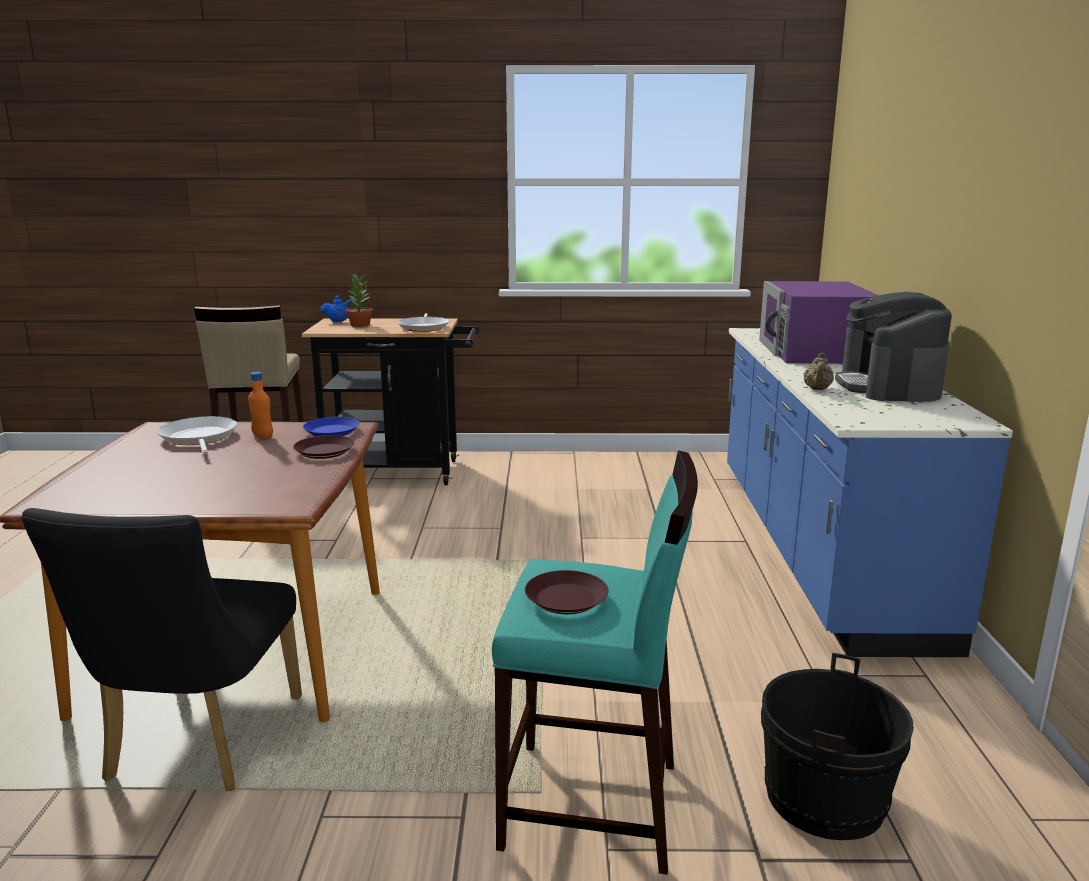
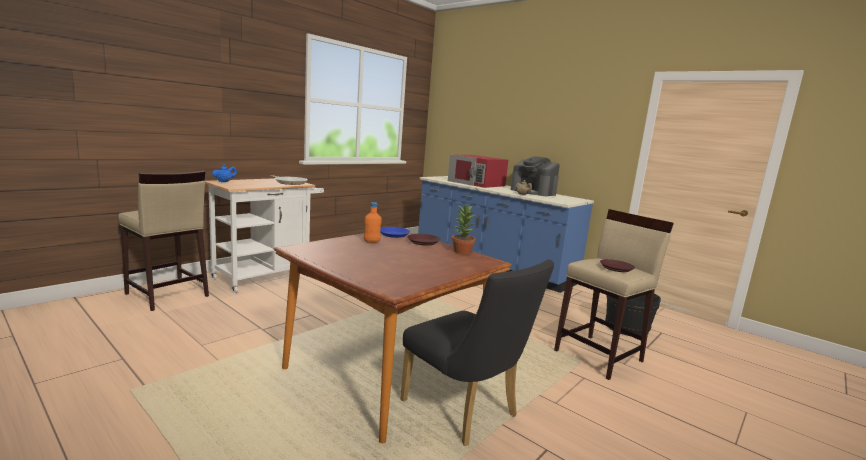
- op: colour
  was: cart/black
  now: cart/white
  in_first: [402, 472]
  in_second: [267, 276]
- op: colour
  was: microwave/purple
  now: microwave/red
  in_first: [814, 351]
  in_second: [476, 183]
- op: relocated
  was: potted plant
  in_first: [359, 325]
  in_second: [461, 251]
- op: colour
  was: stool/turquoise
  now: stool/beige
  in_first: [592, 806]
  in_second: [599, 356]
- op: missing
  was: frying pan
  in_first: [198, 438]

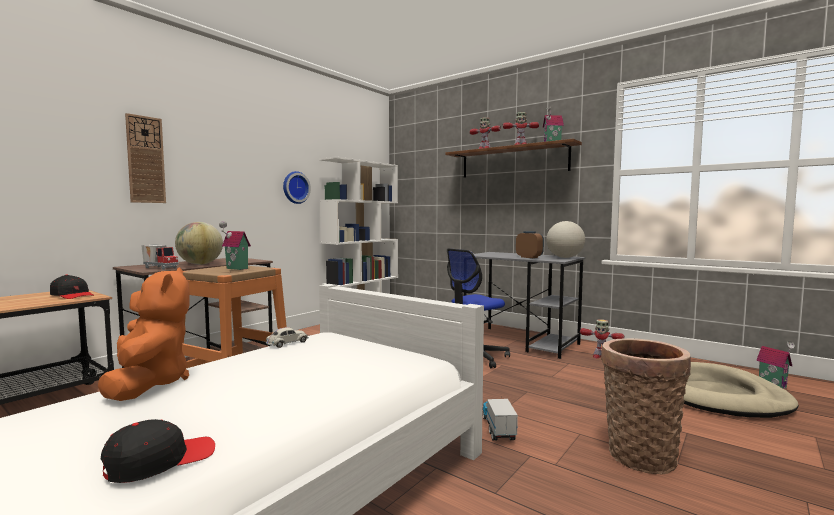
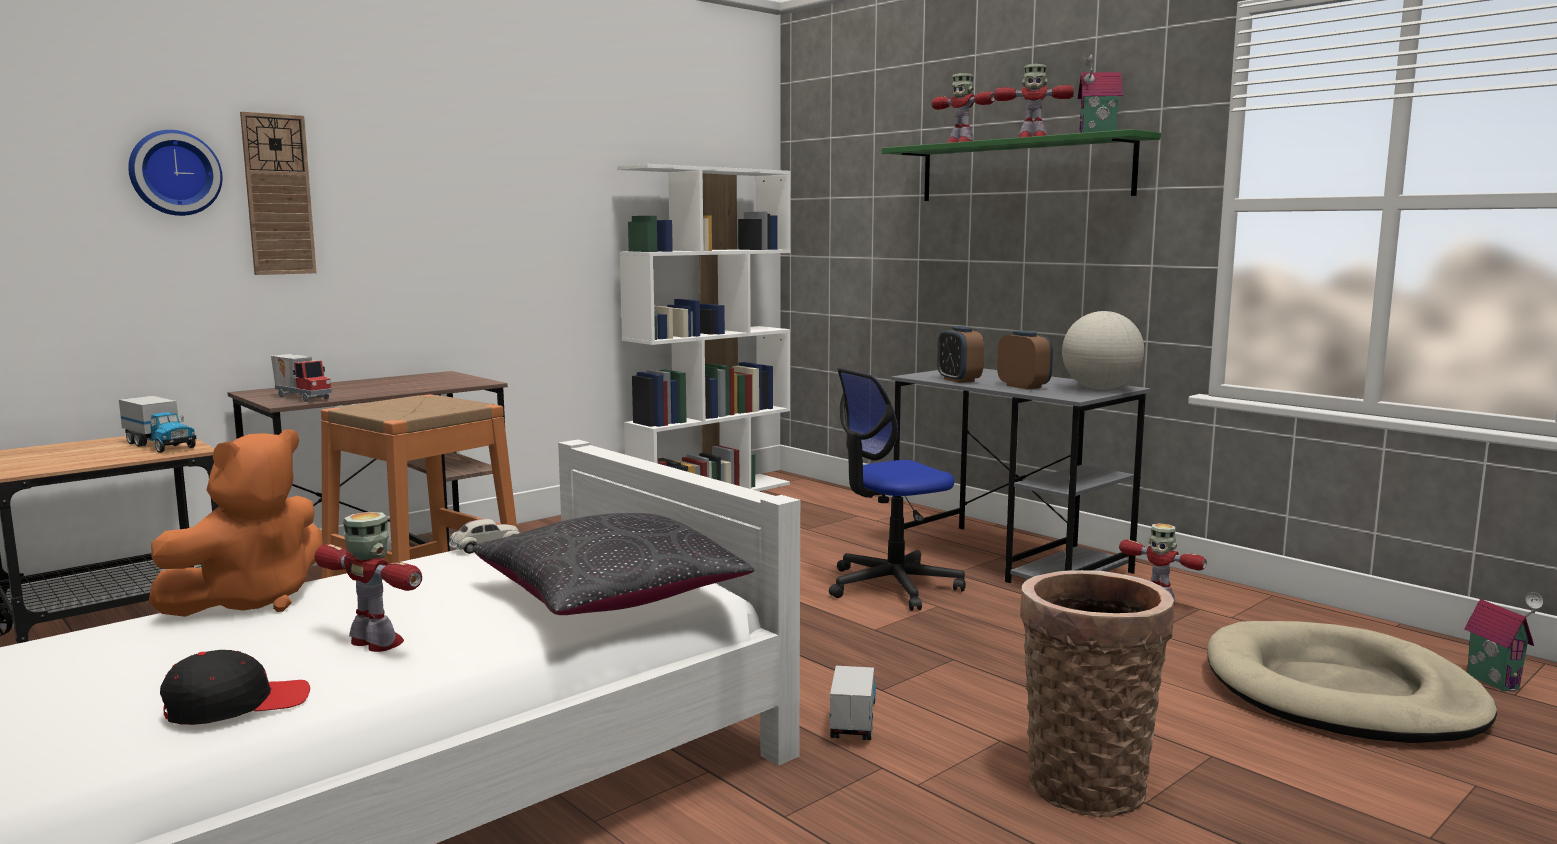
- op: exchanged
  was: cap/black
  now: toy truck
  in_first: [72, 295]
  in_second: [160, 445]
- op: relocated
  was: wall clock
  in_first: [295, 187]
  in_second: [174, 173]
- op: spun
  was: plush toy/orange
  in_first: [148, 384]
  in_second: [251, 601]
  clockwise: 45
- op: appeared
  now: toy robot
  in_second: [376, 643]
- op: appeared
  now: pillow/black
  in_second: [610, 596]
- op: colour
  was: shelf/brown
  now: shelf/green
  in_first: [513, 161]
  in_second: [1023, 170]
- op: appeared
  now: alarm clock
  in_second: [959, 380]
- op: missing
  was: globe
  in_first: [200, 264]
- op: missing
  was: toy house
  in_first: [235, 268]

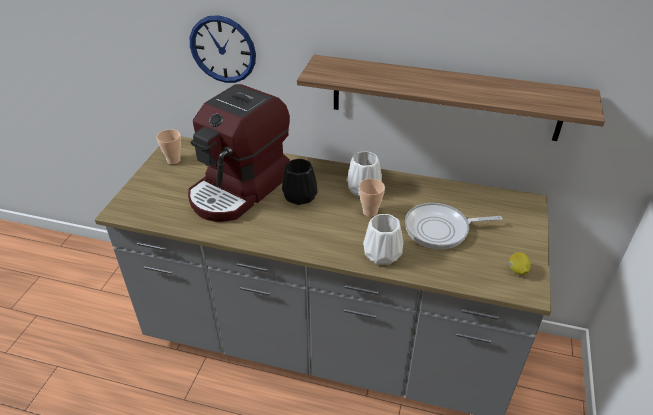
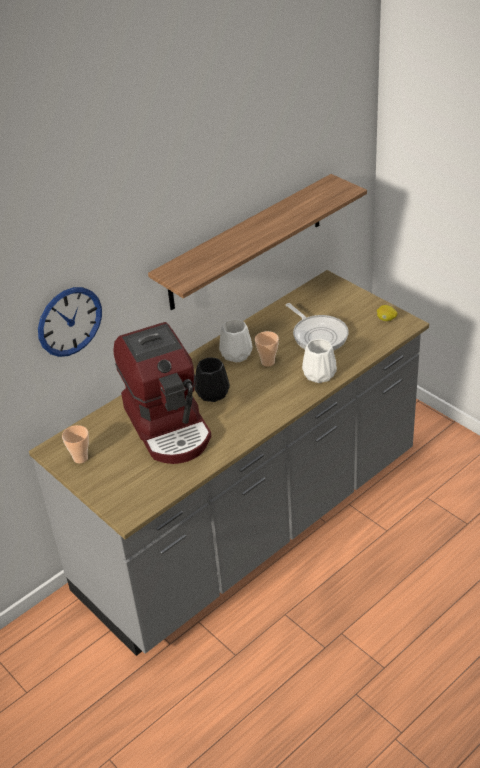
- op: spun
  was: frying pan
  in_first: [440, 229]
  in_second: [318, 335]
  clockwise: -60

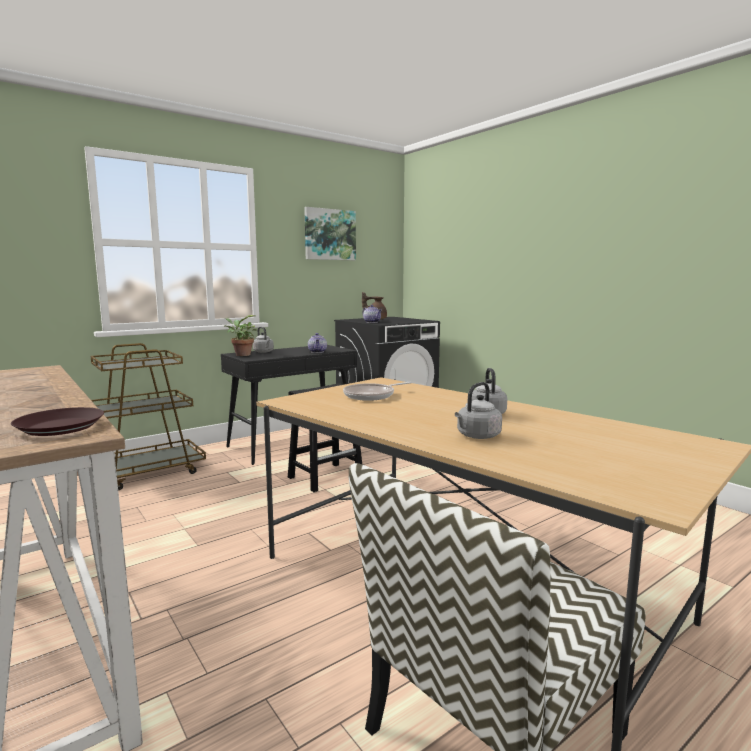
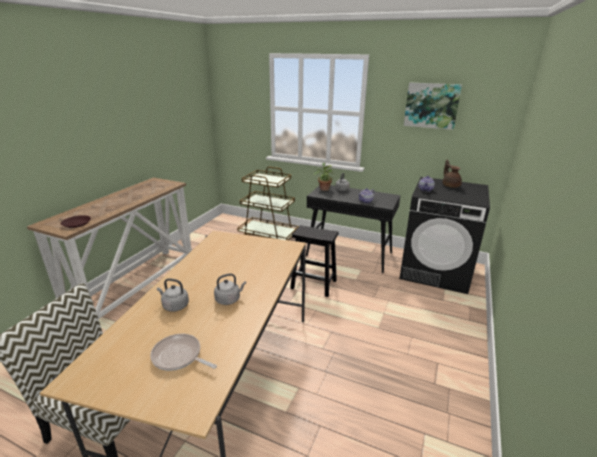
- op: relocated
  was: frying pan
  in_first: [372, 396]
  in_second: [179, 356]

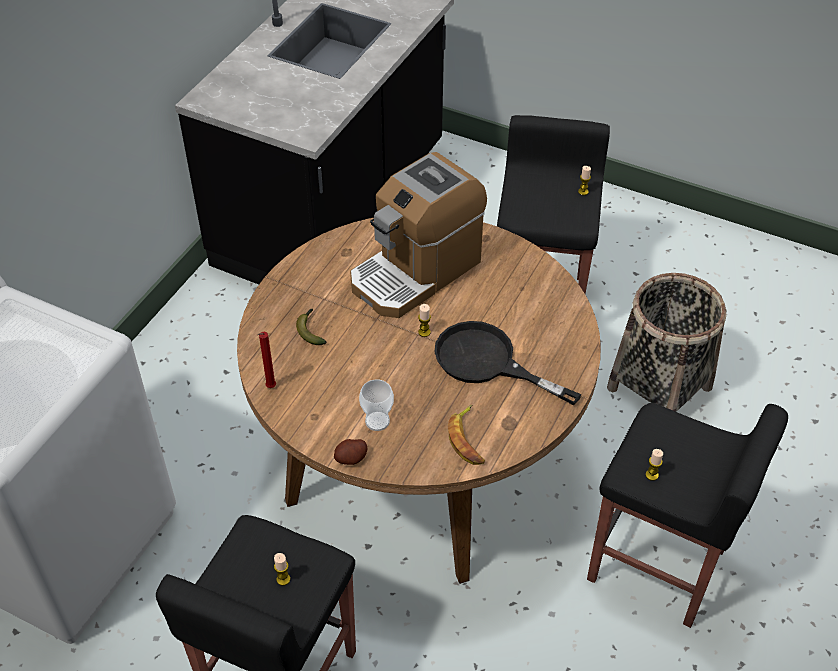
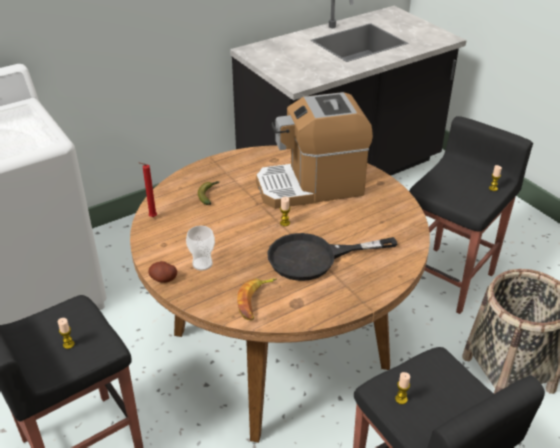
- op: spun
  was: frying pan/black
  in_first: [487, 362]
  in_second: [314, 258]
  clockwise: -75

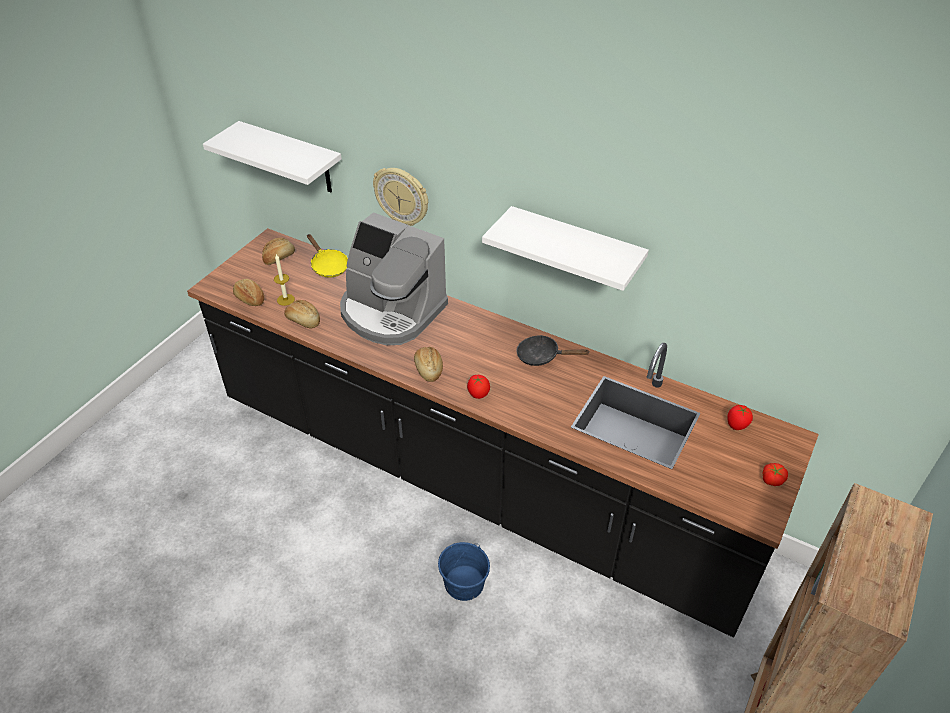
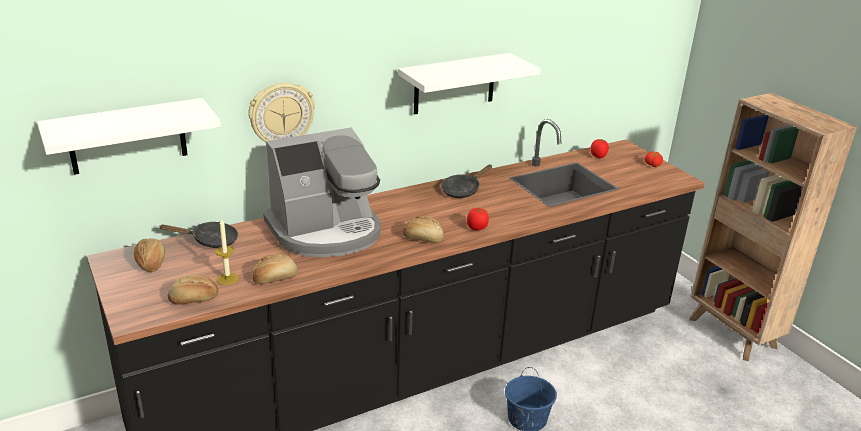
- op: colour
  was: frying pan/yellow
  now: frying pan/black
  in_first: [328, 266]
  in_second: [210, 241]

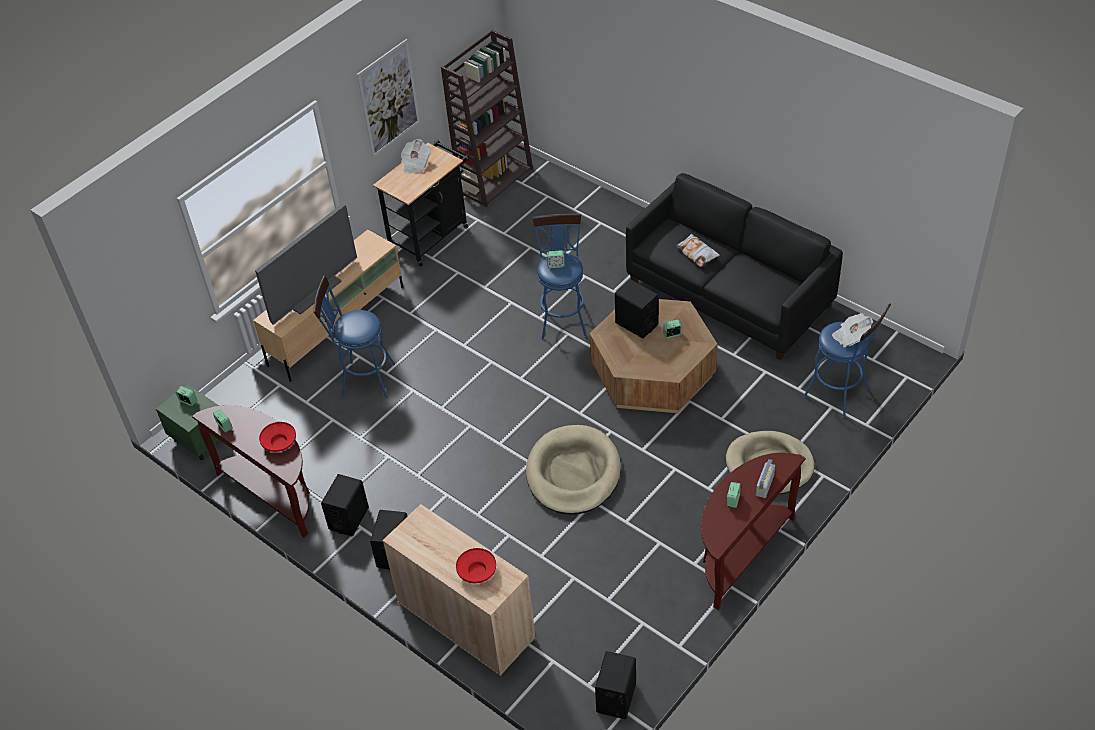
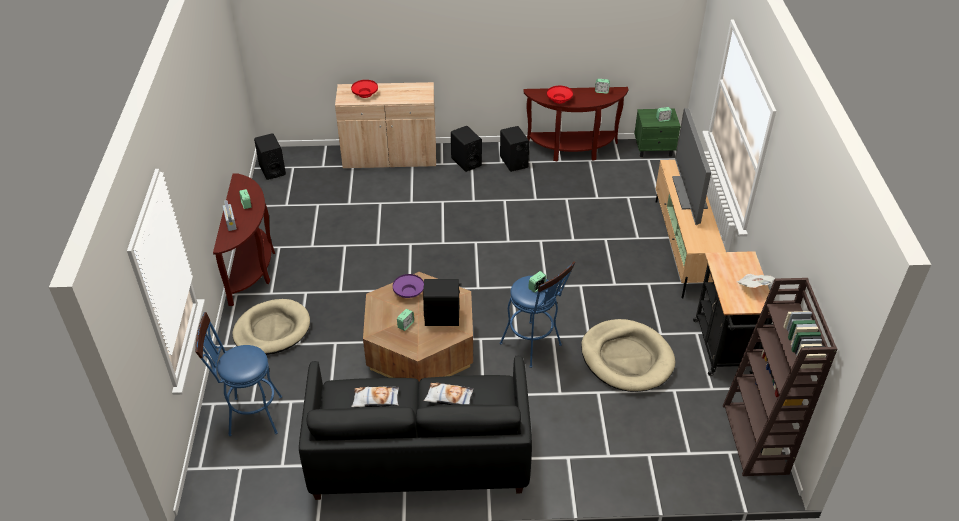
- op: appeared
  now: pillow
  in_second: [376, 400]
- op: appeared
  now: bowl/purple
  in_second: [409, 292]
- op: relocated
  was: dog bed/beige
  in_first: [573, 473]
  in_second: [626, 358]
- op: missing
  was: stool/blue
  in_first: [363, 379]
- op: missing
  was: picture
  in_first: [389, 98]
- op: missing
  was: newspaper
  in_first: [851, 337]

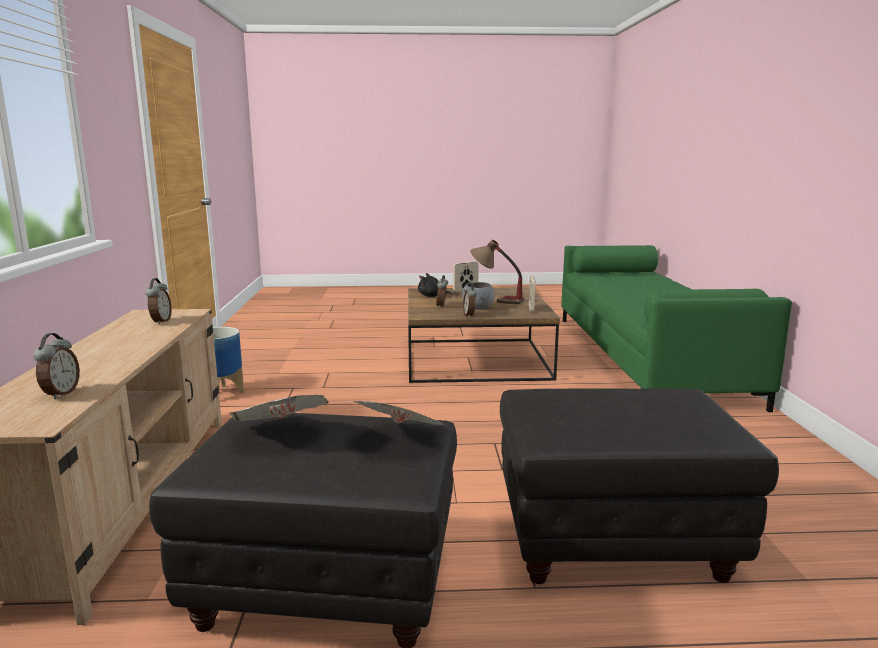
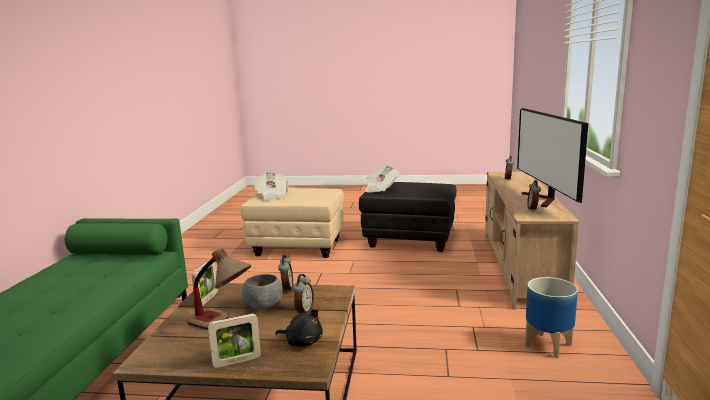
- op: colour
  was: ottoman/black
  now: ottoman/beige
  in_first: [613, 542]
  in_second: [297, 247]
- op: relocated
  was: newspaper
  in_first: [281, 434]
  in_second: [272, 195]
- op: appeared
  now: television
  in_second: [544, 200]

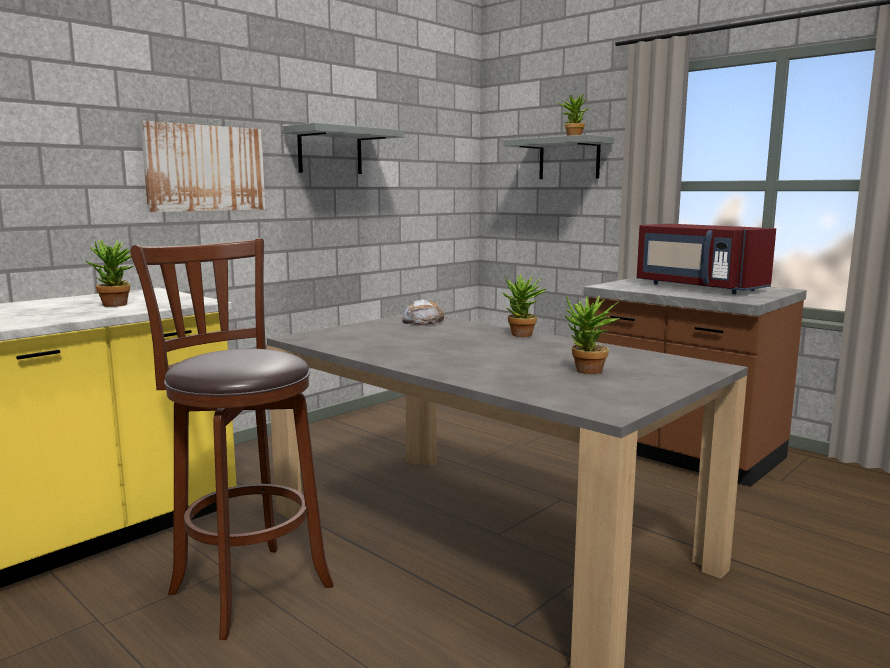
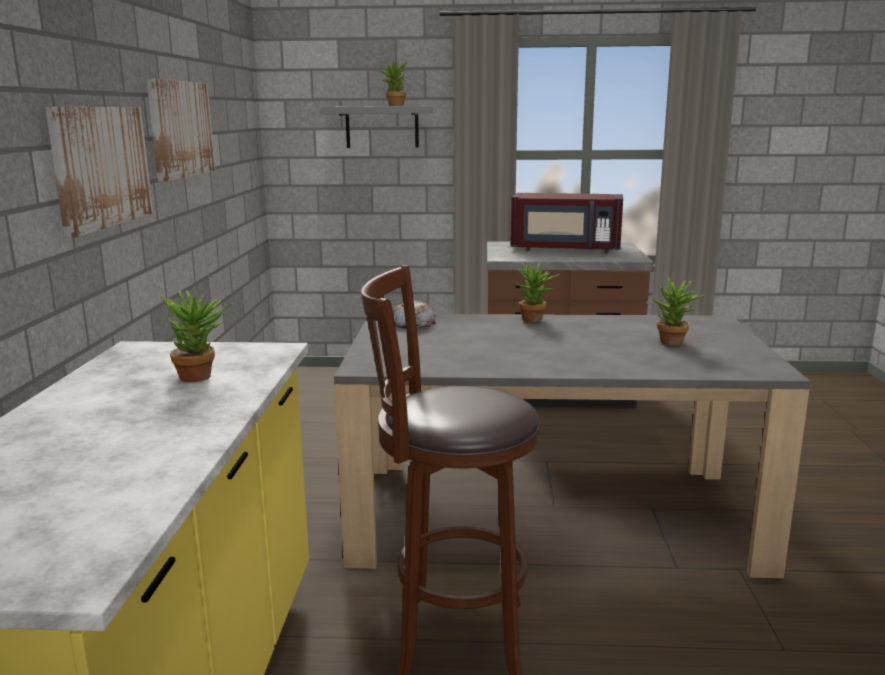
- op: exchanged
  was: shelf/grey
  now: picture
  in_first: [330, 151]
  in_second: [180, 129]

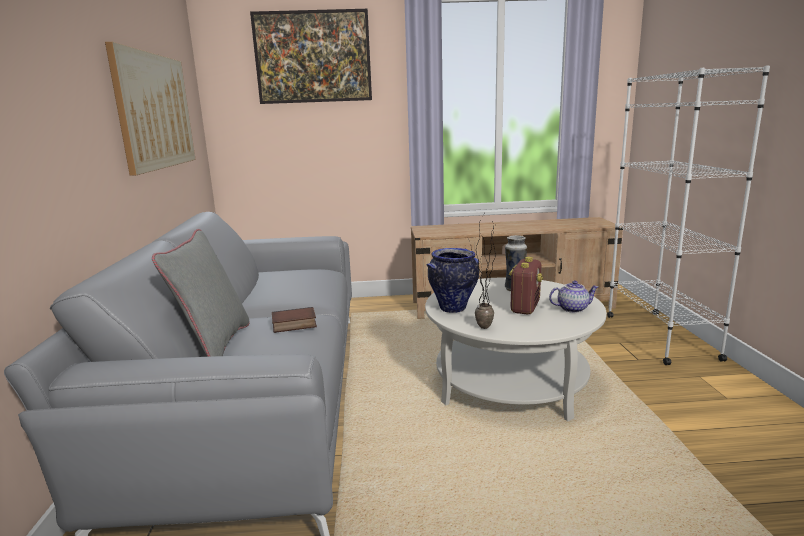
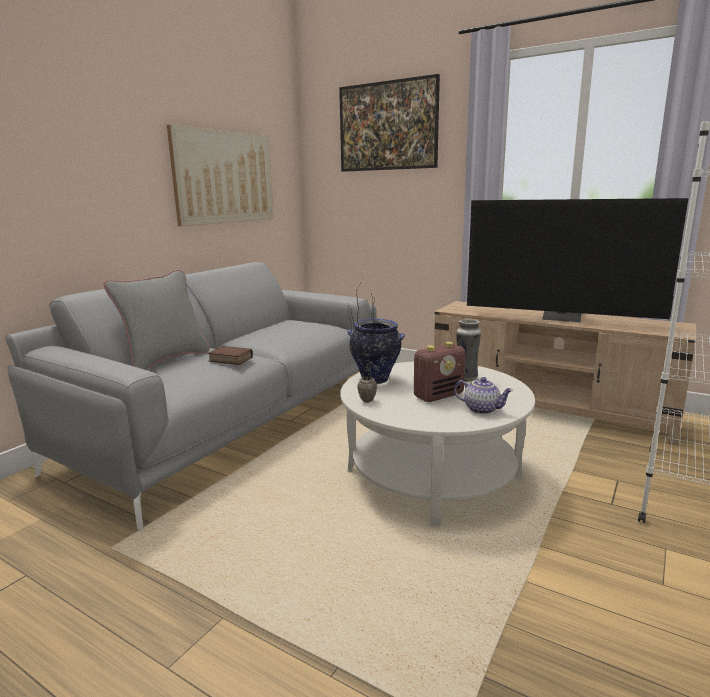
- op: appeared
  now: television
  in_second: [562, 318]

